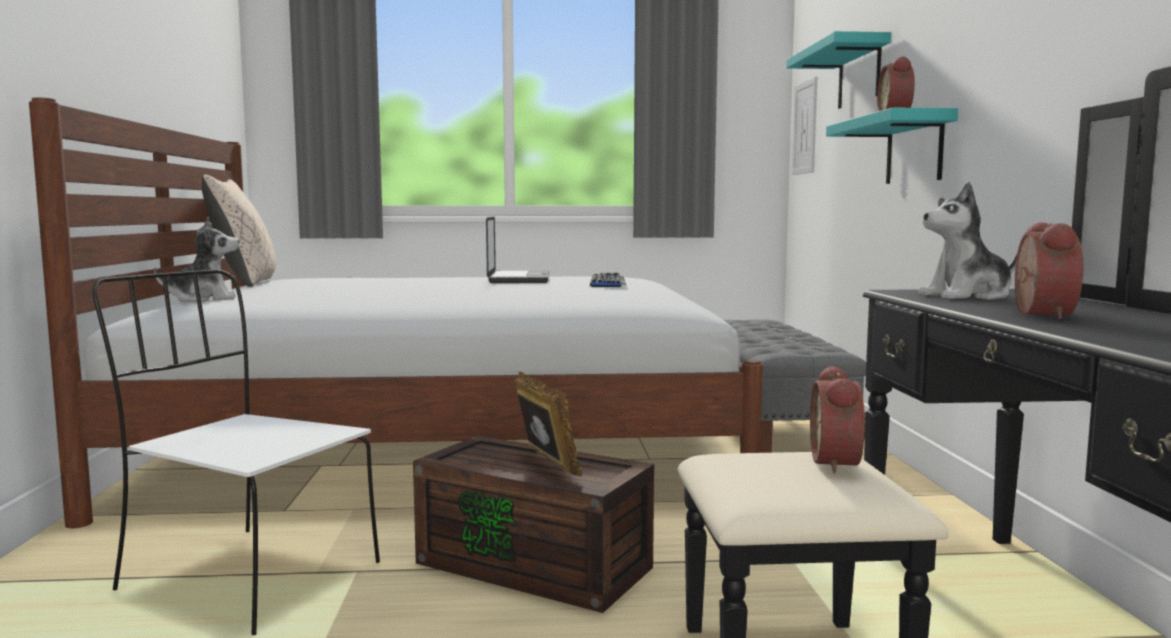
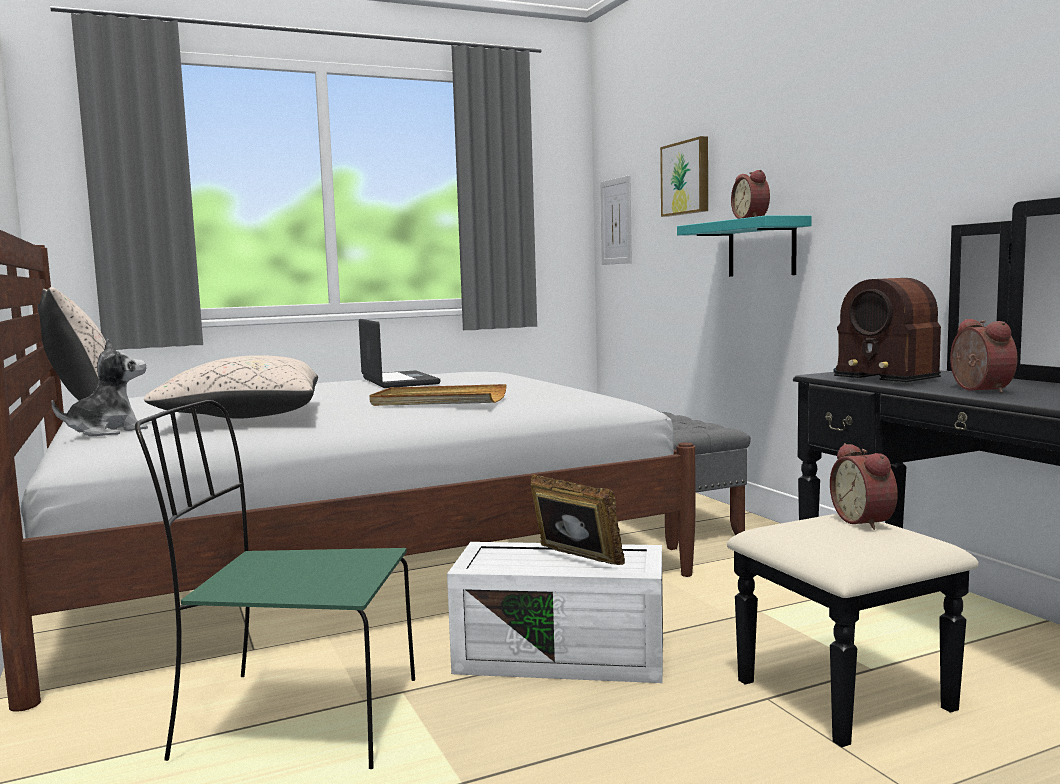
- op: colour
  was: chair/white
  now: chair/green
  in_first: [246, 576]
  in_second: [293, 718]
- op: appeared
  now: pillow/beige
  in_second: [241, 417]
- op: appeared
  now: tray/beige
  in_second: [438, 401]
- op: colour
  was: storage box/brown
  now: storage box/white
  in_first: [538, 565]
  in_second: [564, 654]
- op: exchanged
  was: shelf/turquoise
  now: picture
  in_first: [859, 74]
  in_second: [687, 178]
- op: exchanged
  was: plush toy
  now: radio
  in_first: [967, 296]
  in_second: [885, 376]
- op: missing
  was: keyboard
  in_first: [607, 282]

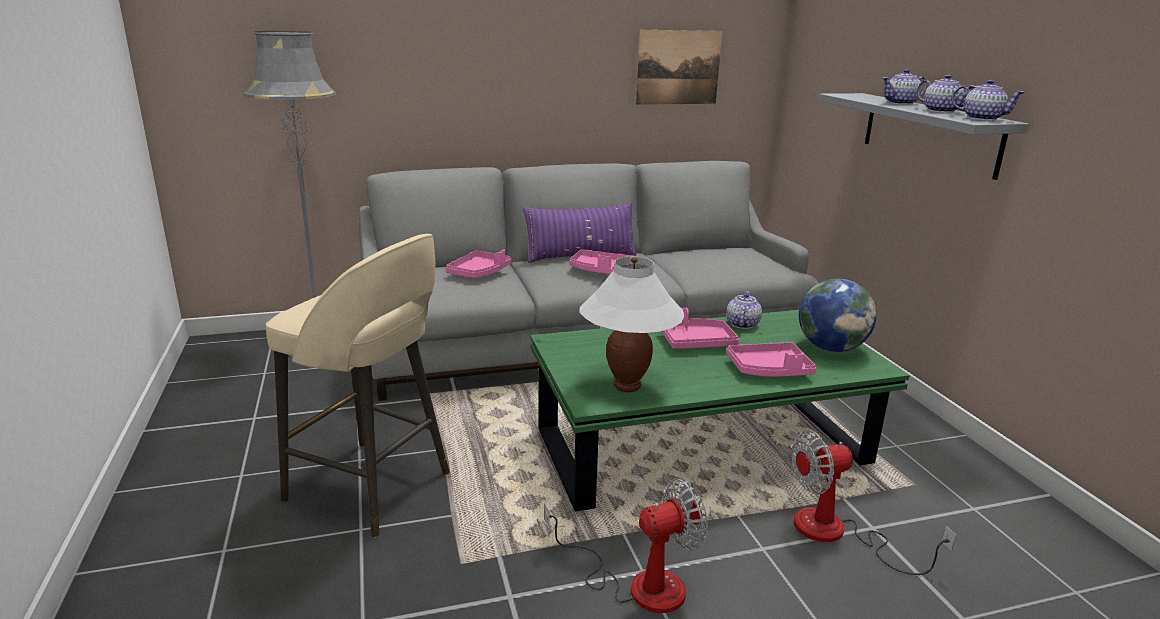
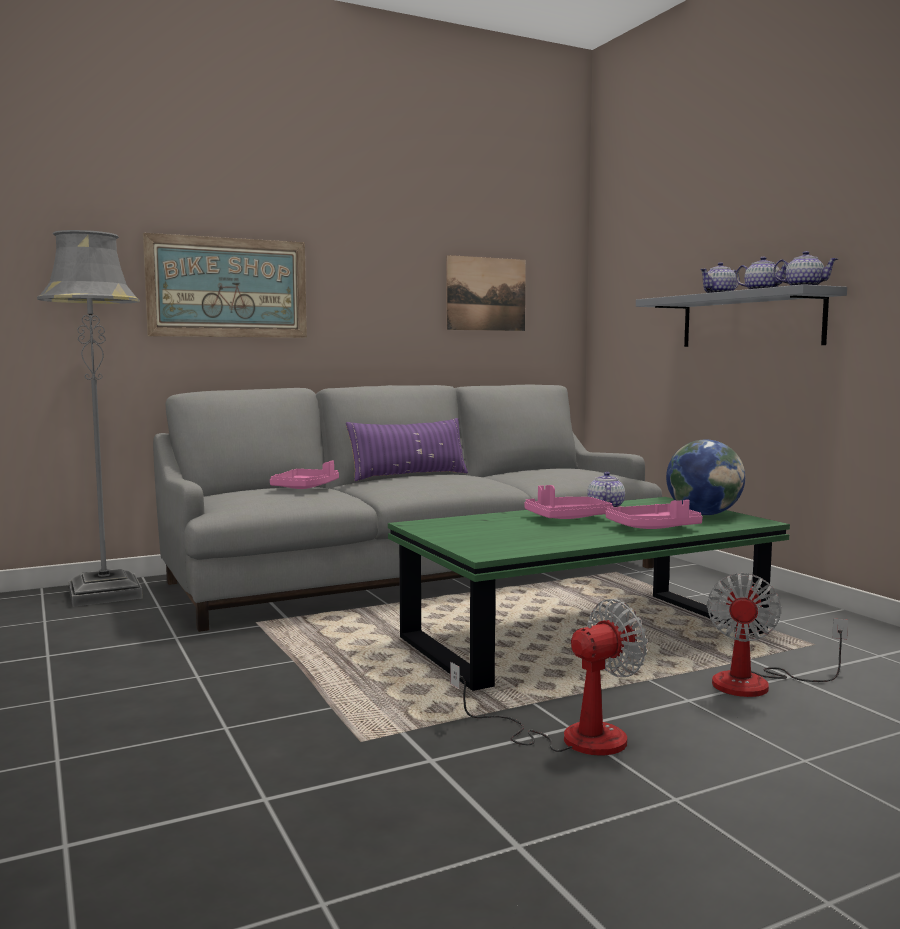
- op: appeared
  now: picture
  in_second: [228, 288]
- op: spun
  was: fan
  in_first: [837, 534]
  in_second: [758, 683]
  clockwise: -45
- op: missing
  was: stool/beige
  in_first: [372, 488]
- op: missing
  was: tray/pink
  in_first: [599, 270]
- op: missing
  was: table lamp/white
  in_first: [627, 386]

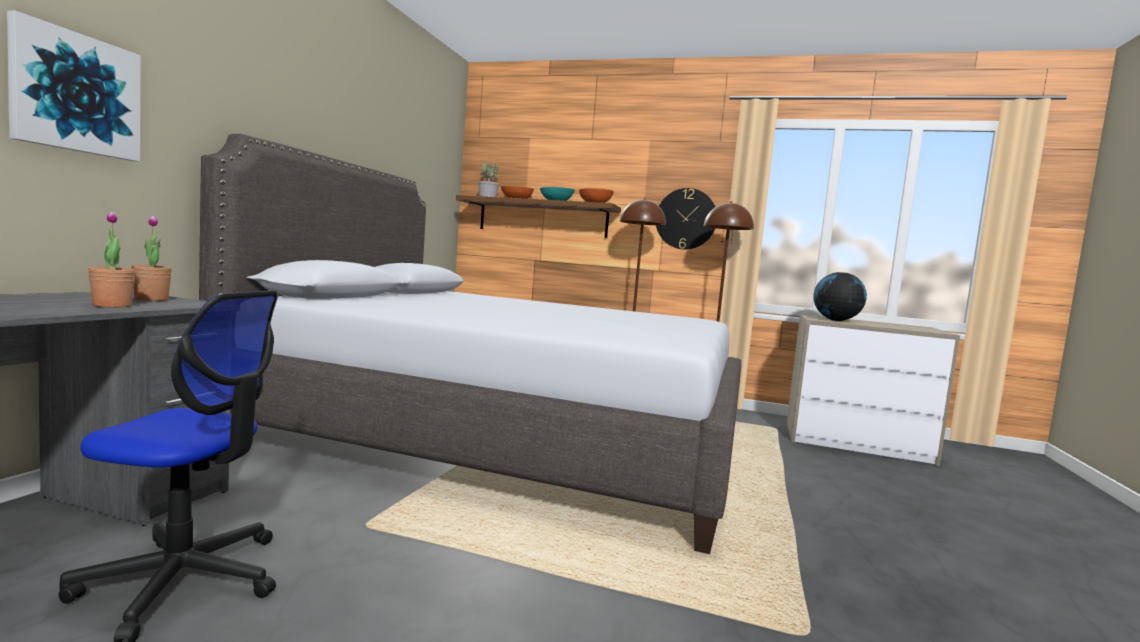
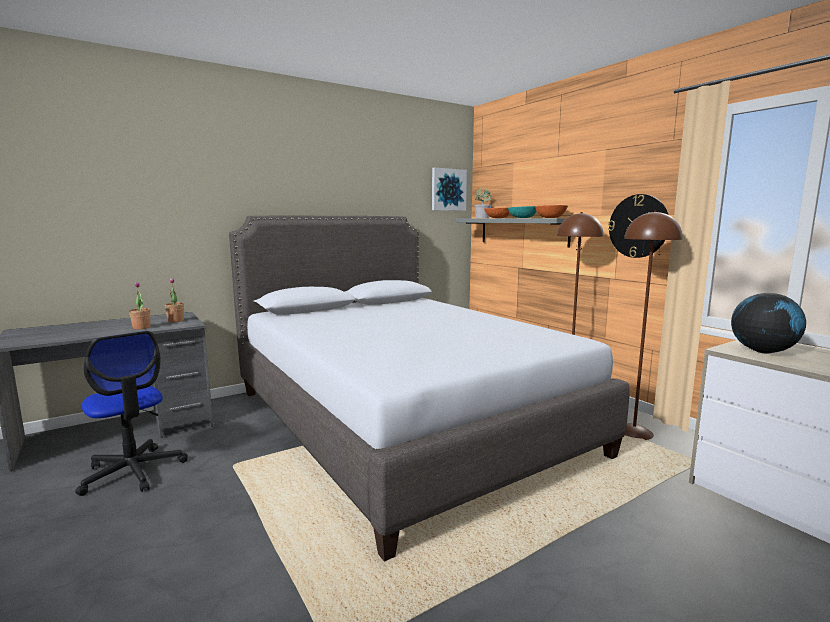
- op: relocated
  was: picture
  in_first: [76, 93]
  in_second: [448, 190]
- op: colour
  was: shelf/brown
  now: shelf/grey
  in_first: [542, 218]
  in_second: [522, 231]

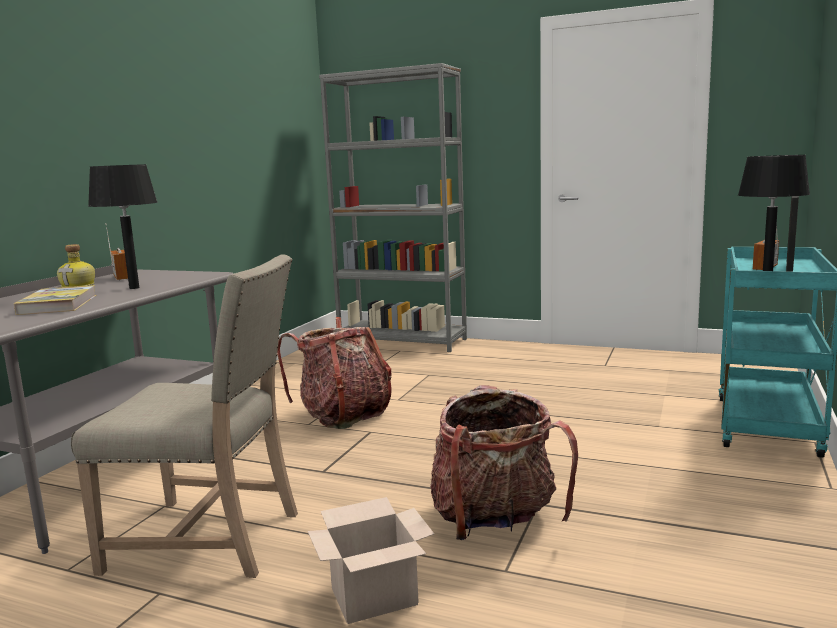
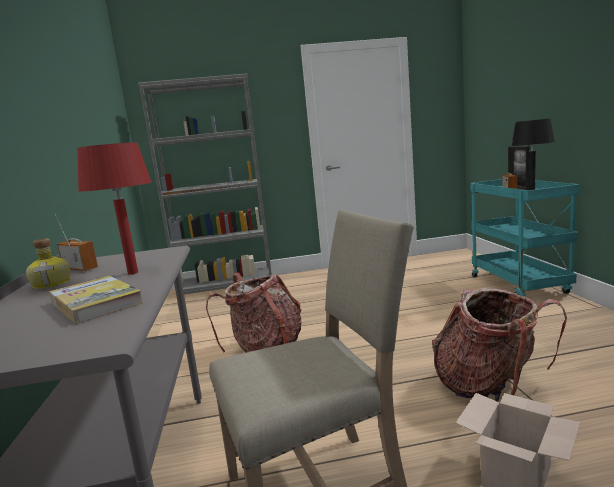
- op: colour
  was: table lamp/black
  now: table lamp/red
  in_first: [134, 288]
  in_second: [133, 272]

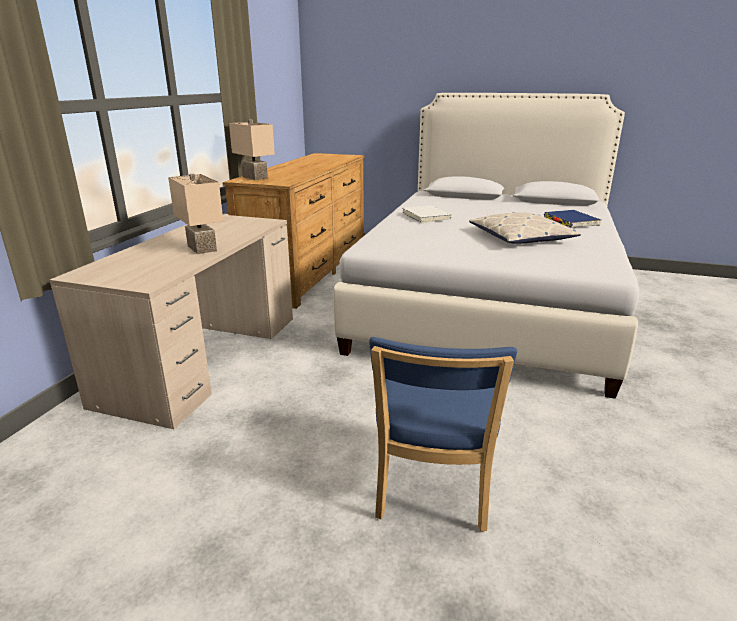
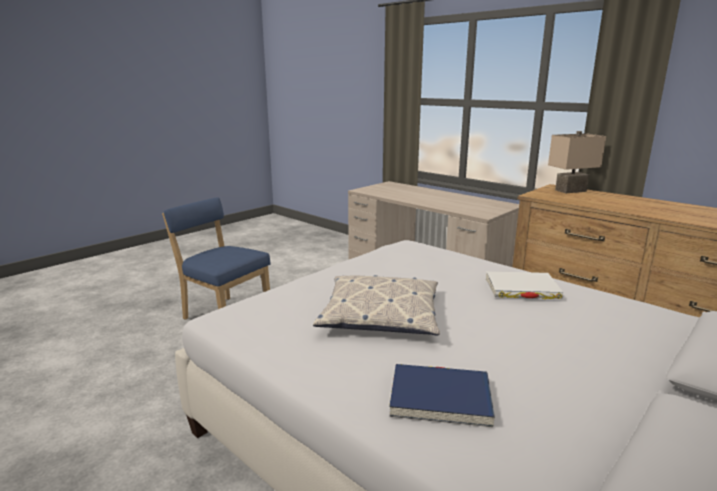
- op: missing
  was: table lamp/beige
  in_first: [204, 248]

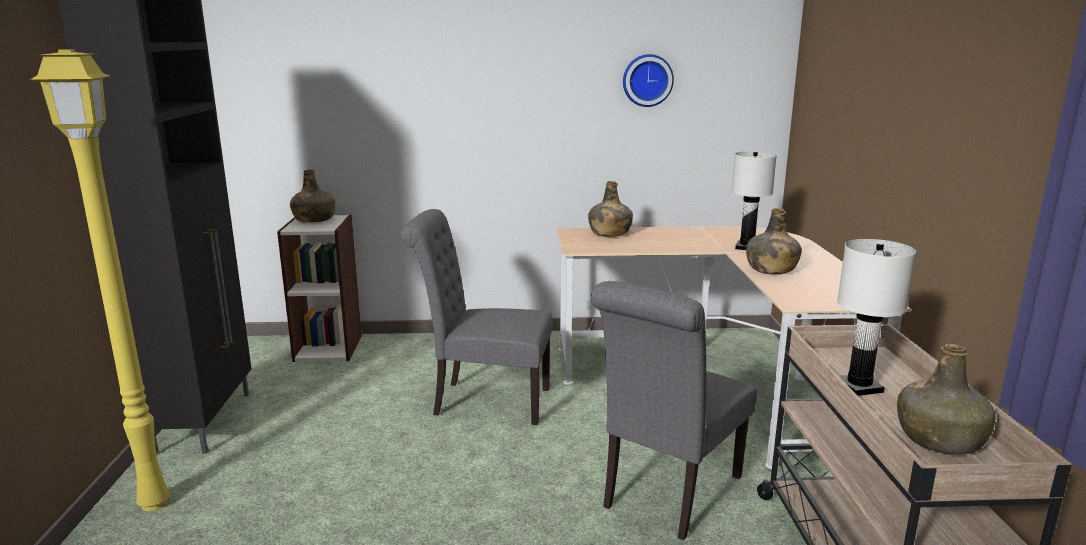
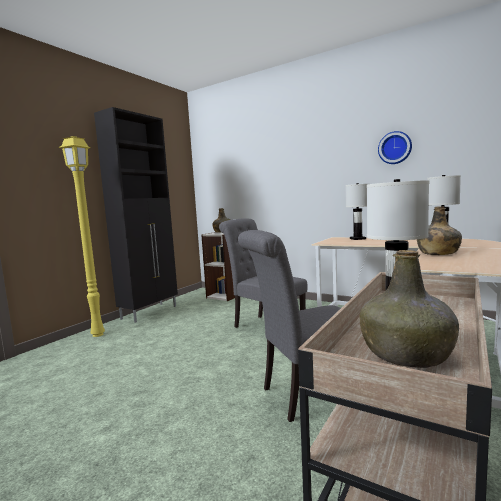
- op: exchanged
  was: bottle/green
  now: table lamp/white
  in_first: [609, 233]
  in_second: [357, 239]

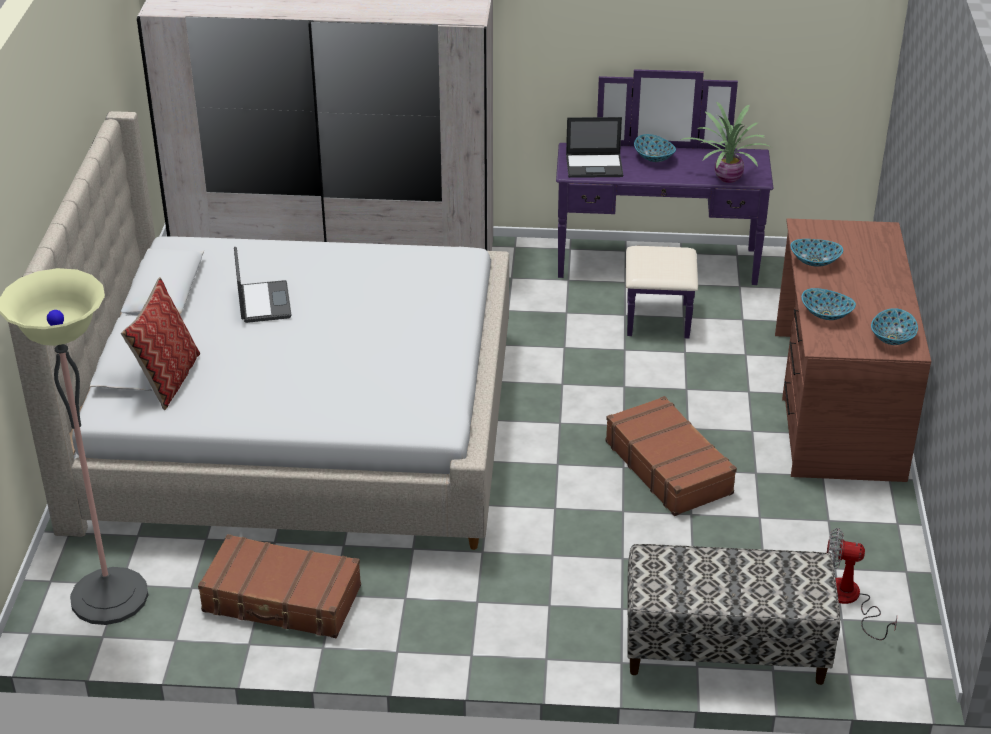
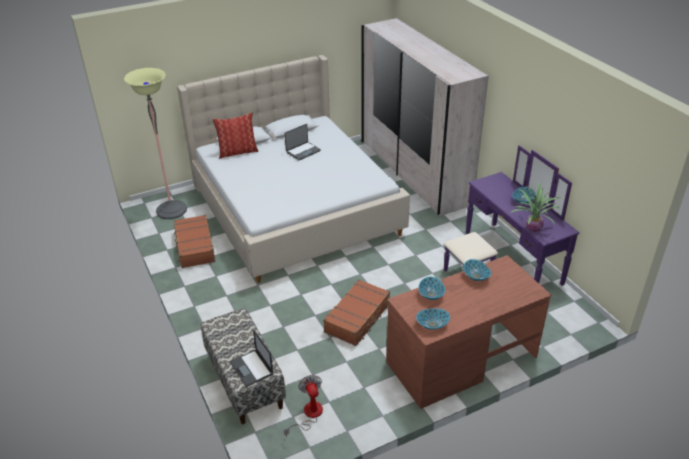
- op: relocated
  was: laptop
  in_first: [595, 166]
  in_second: [252, 368]

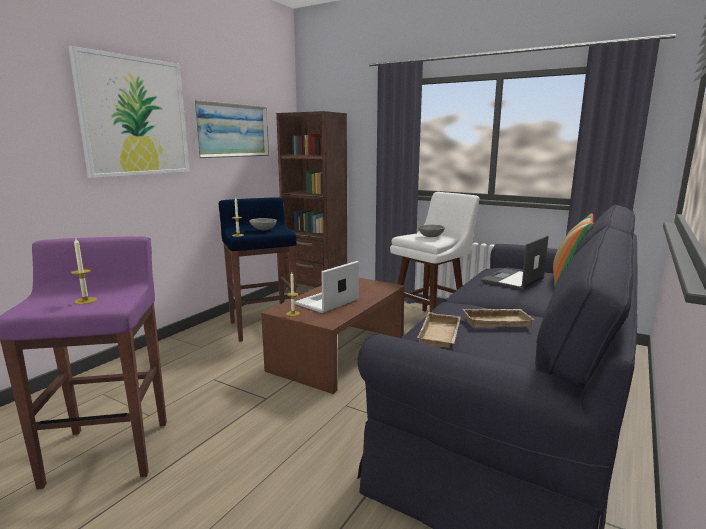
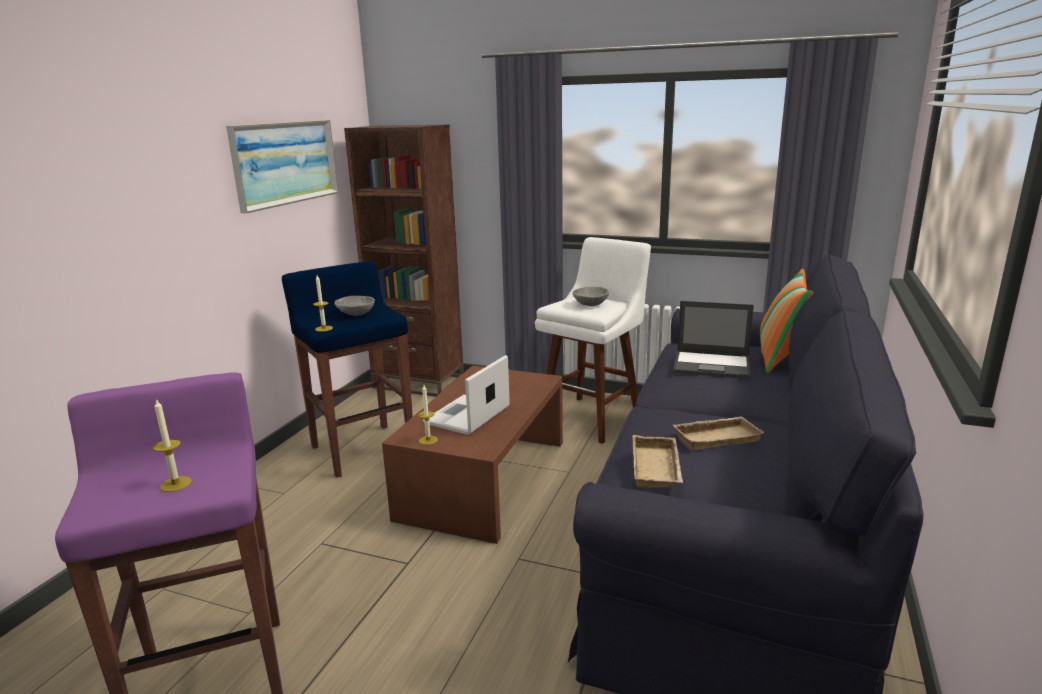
- op: spun
  was: laptop
  in_first: [512, 280]
  in_second: [712, 365]
  clockwise: -105
- op: missing
  was: picture
  in_first: [135, 117]

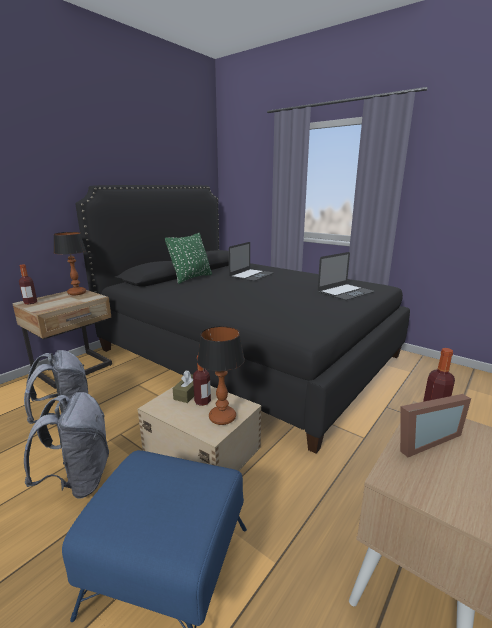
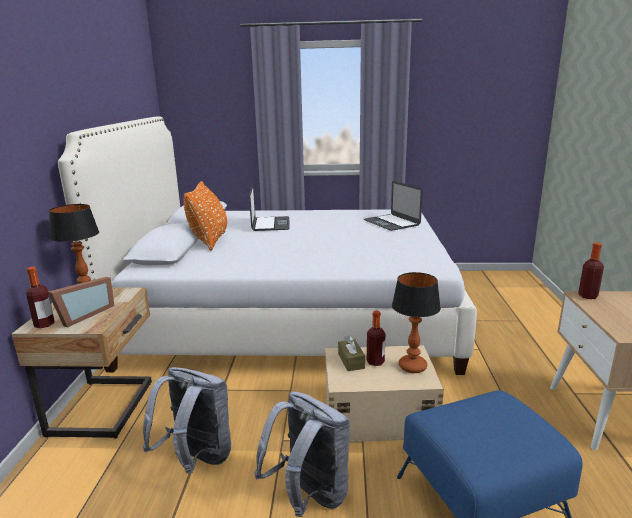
- op: relocated
  was: picture frame
  in_first: [421, 439]
  in_second: [83, 315]
- op: colour
  was: bed/black
  now: bed/white
  in_first: [246, 353]
  in_second: [291, 316]
- op: colour
  was: pillow/green
  now: pillow/orange
  in_first: [191, 278]
  in_second: [209, 241]
- op: spun
  was: laptop
  in_first: [345, 292]
  in_second: [391, 222]
  clockwise: 135

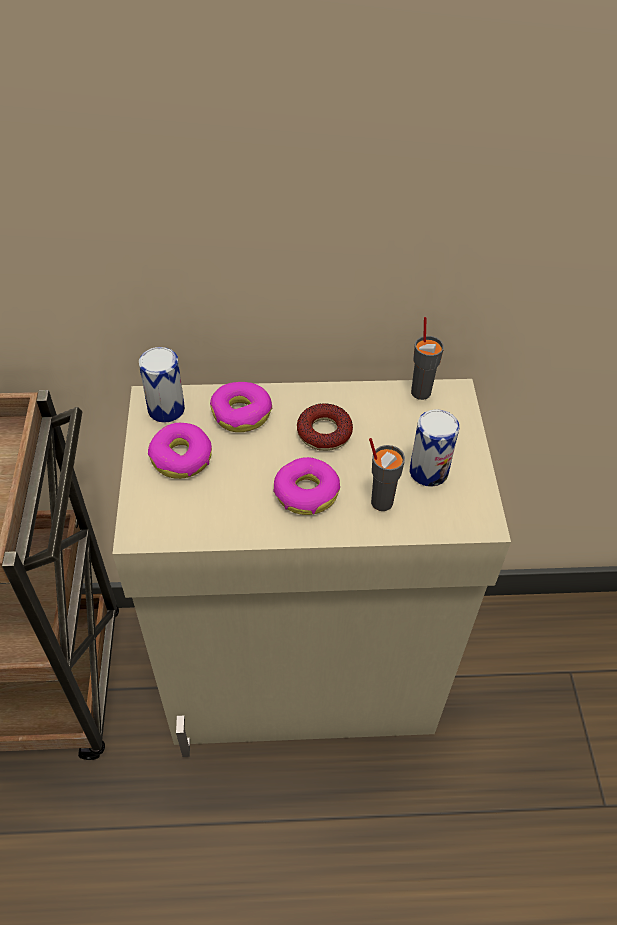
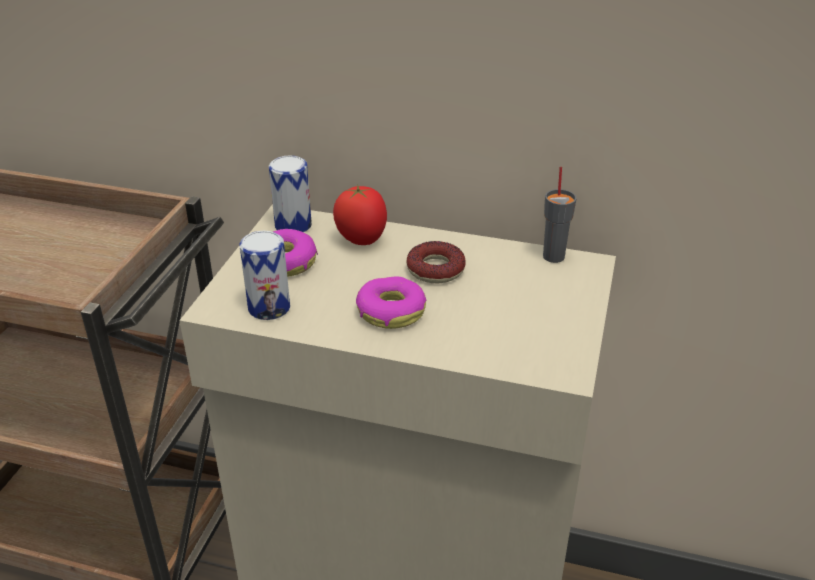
- op: relocated
  was: can
  in_first: [428, 471]
  in_second: [269, 307]
- op: exchanged
  was: donut
  now: tomato
  in_first: [241, 413]
  in_second: [362, 241]
- op: missing
  was: cup/grey
  in_first: [381, 501]

